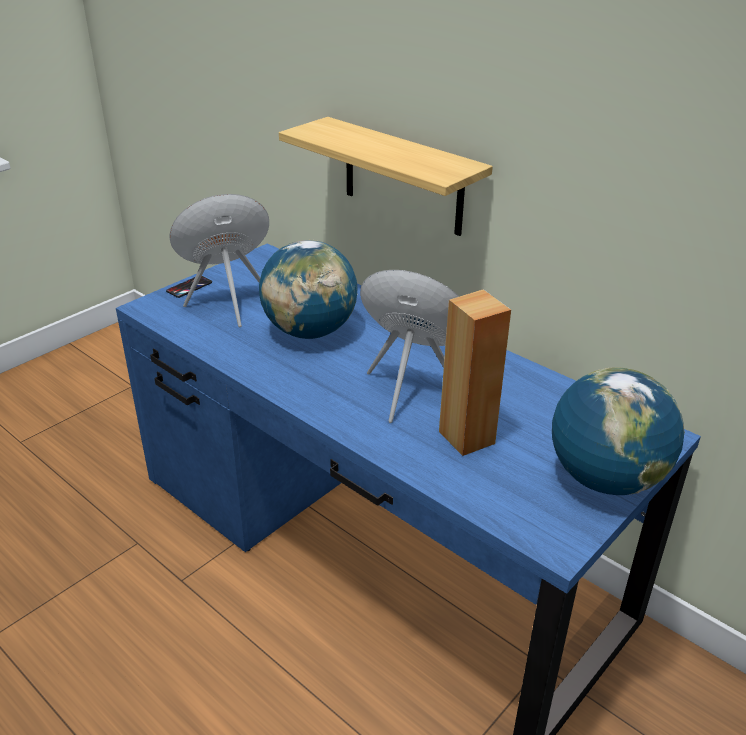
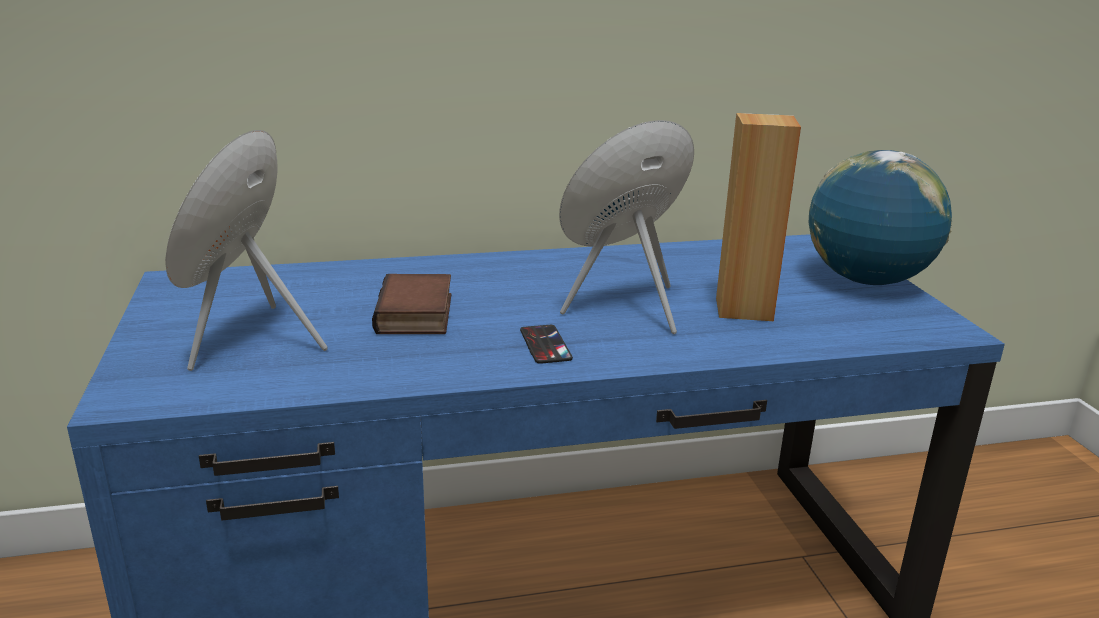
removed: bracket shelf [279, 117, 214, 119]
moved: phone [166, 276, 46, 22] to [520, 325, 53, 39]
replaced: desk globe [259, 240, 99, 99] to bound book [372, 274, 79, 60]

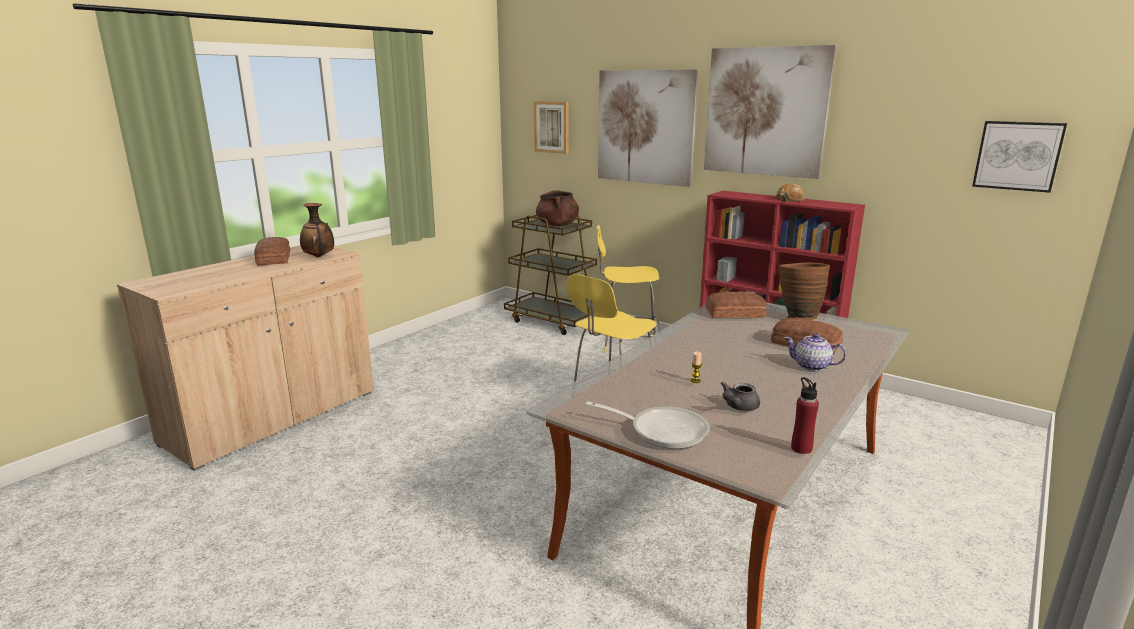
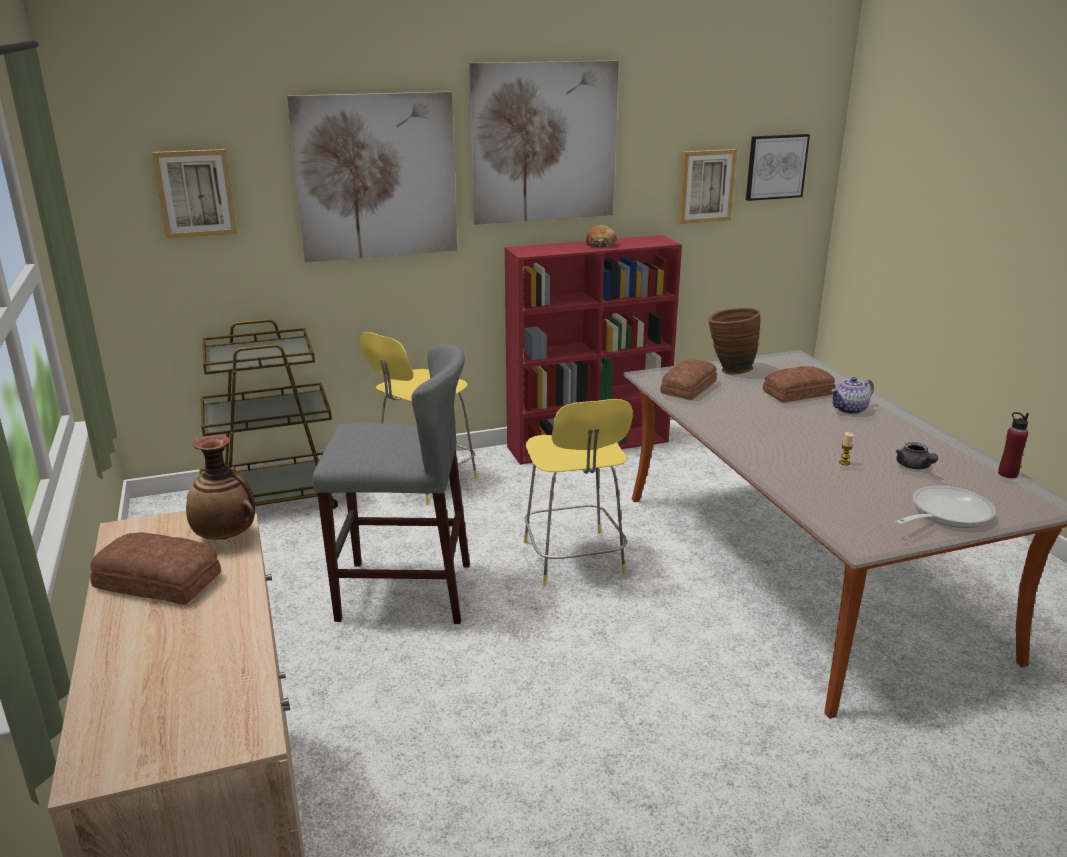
removed: saucepot/brownish [536, 190, 43, 36]
added: stool seat/grey [312, 344, 158, 280]; wall picture [678, 149, 59, 75]

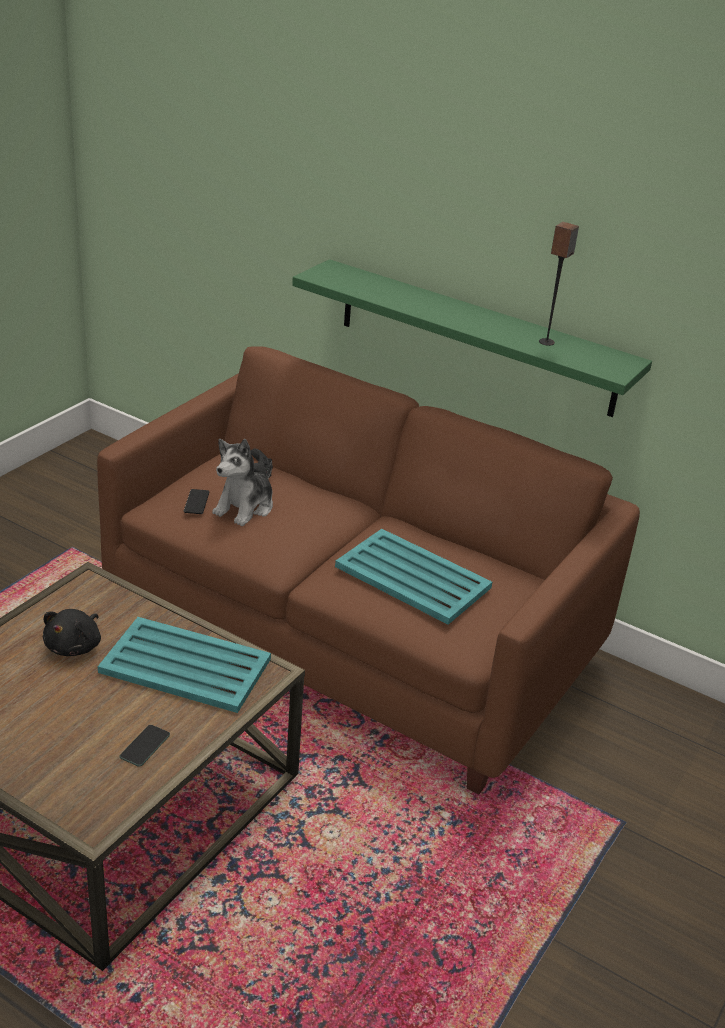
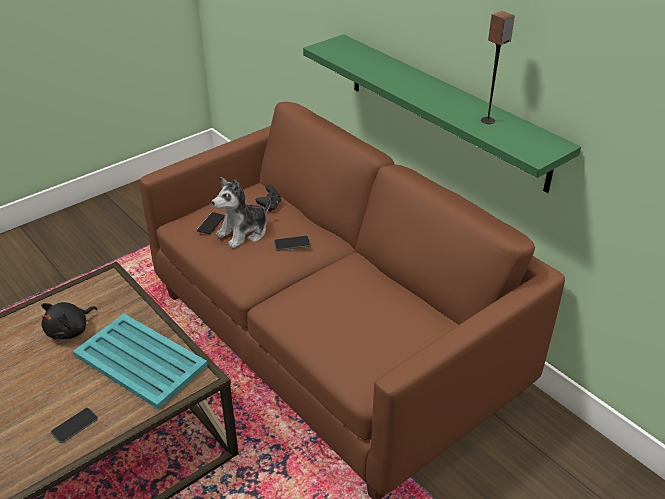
removed: serving tray/blue-green [335, 529, 157, 96]
added: phone [274, 236, 36, 14]

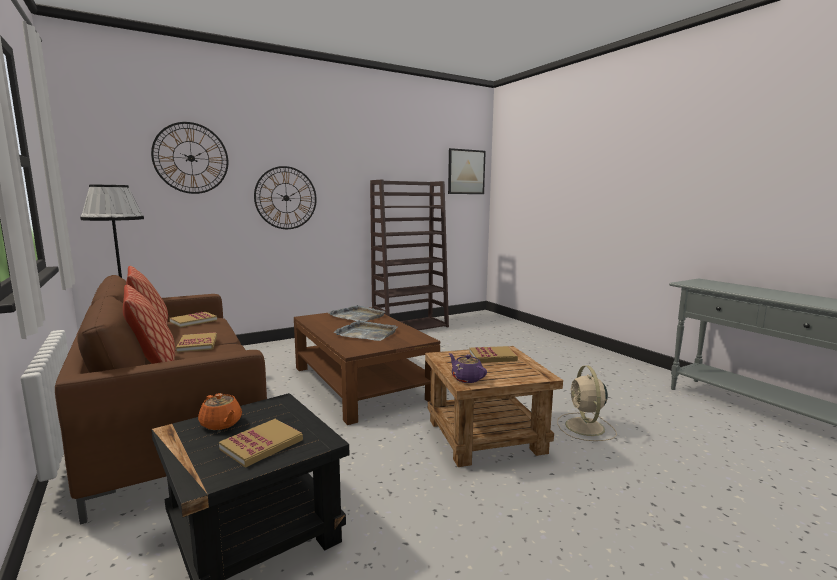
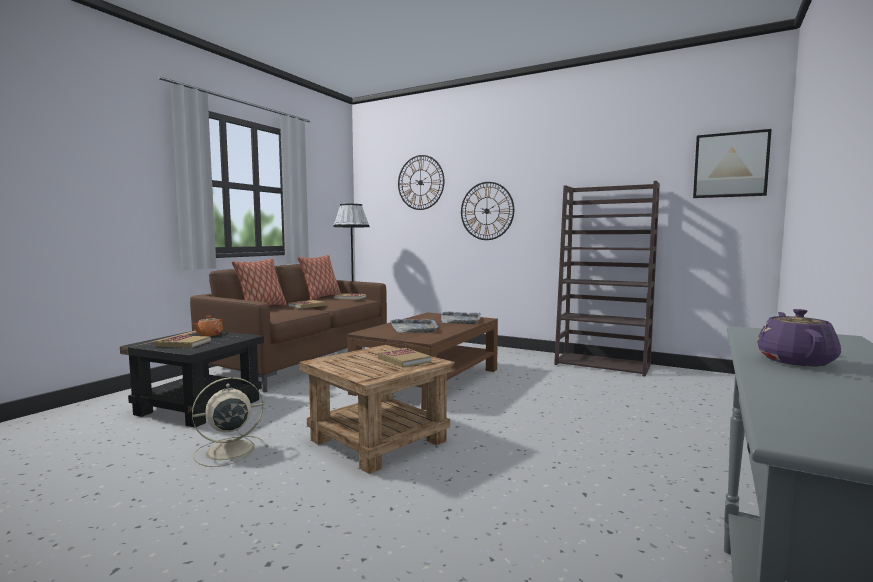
moved: tea pot/purple-coloured [449, 353, 38, 30] to [757, 309, 84, 57]; electric fan/beige [557, 366, 60, 75] to [192, 377, 76, 90]

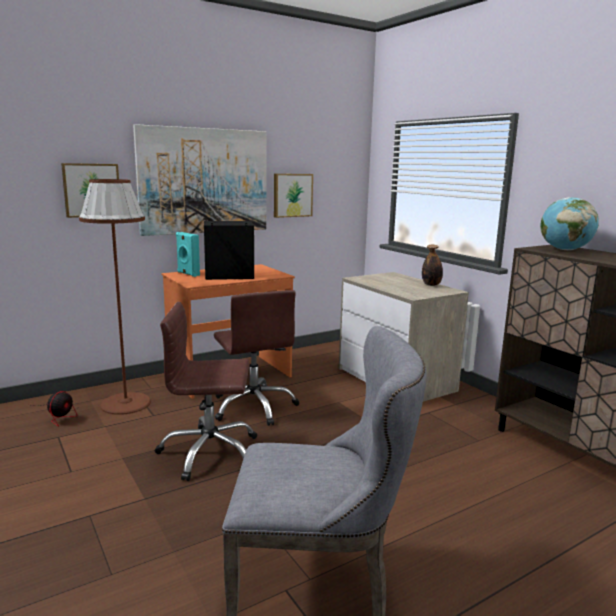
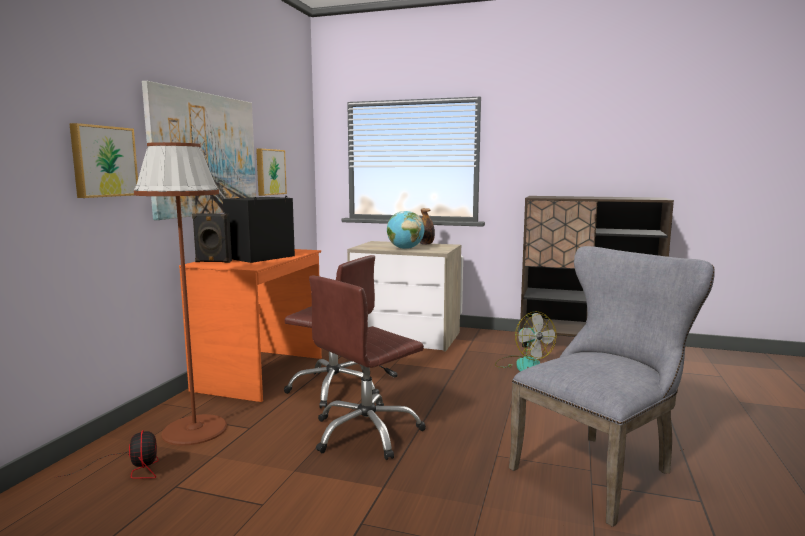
added: electric fan [495, 311, 61, 61]
moved: desk globe [540, 197, 59, 53] to [387, 211, 37, 38]
recoloured: loudspeaker/blue-green [176, 232, 24, 45] to loudspeaker/black-coloured [192, 213, 40, 50]

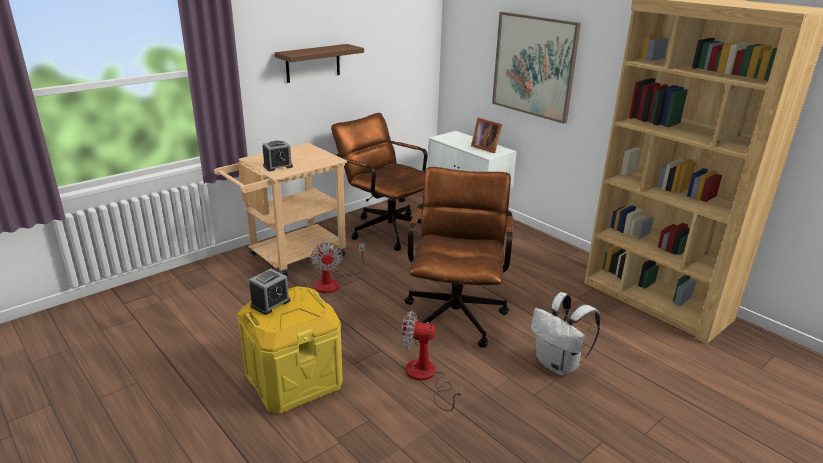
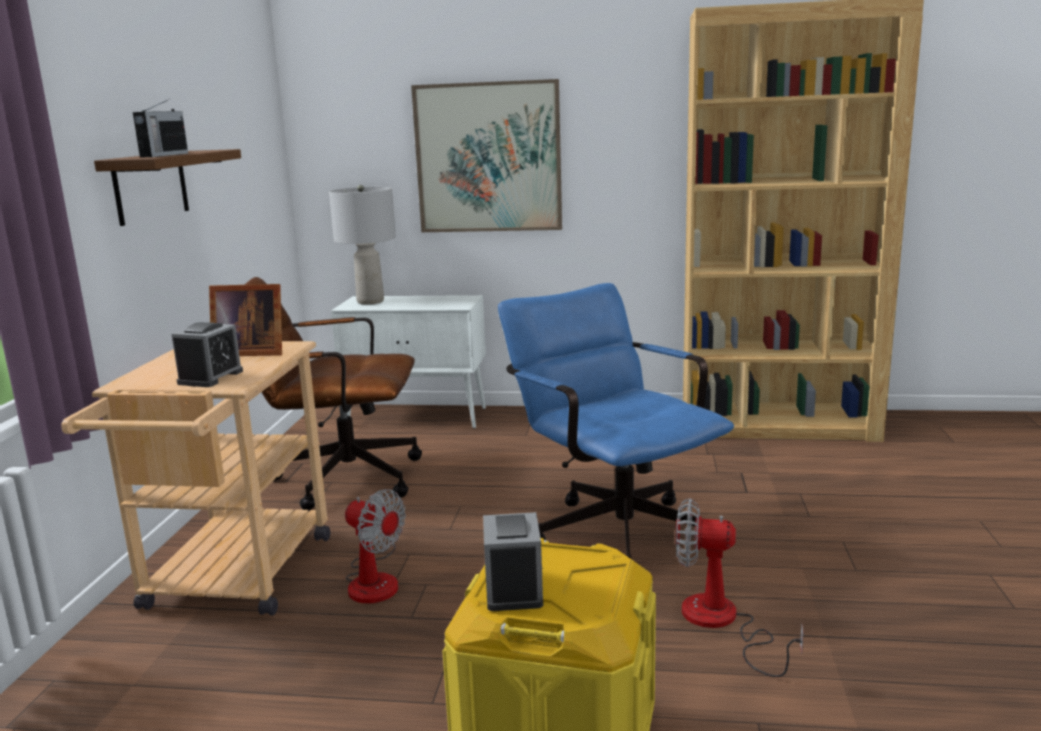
removed: knapsack/white [531, 292, 70, 84]
added: radio set [133, 99, 55, 59]; tabletop lamp/grey [329, 185, 67, 119]
moved: photo frame [471, 118, 31, 35] to [209, 284, 73, 72]
recoloured: computer chair/brownish [404, 167, 109, 181] to computer chair/blue-coloured [498, 283, 236, 276]
turned: electric fan [401, 311, 61, 100] = [675, 498, 128, 179] 45 degrees clockwise

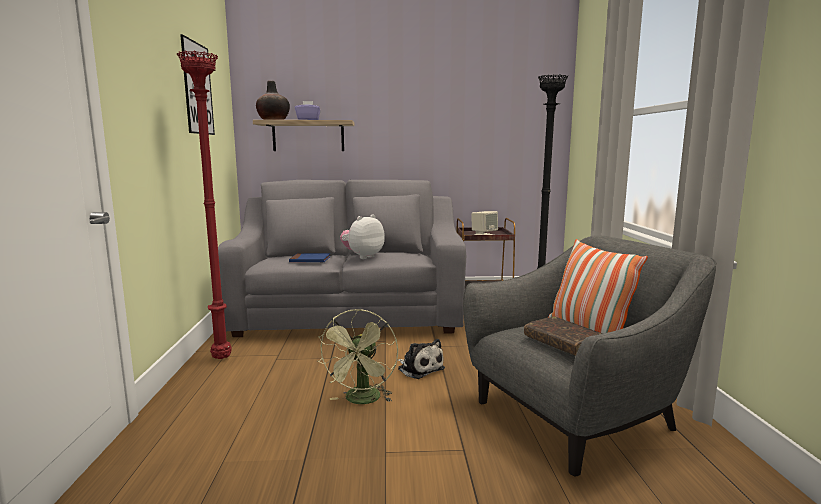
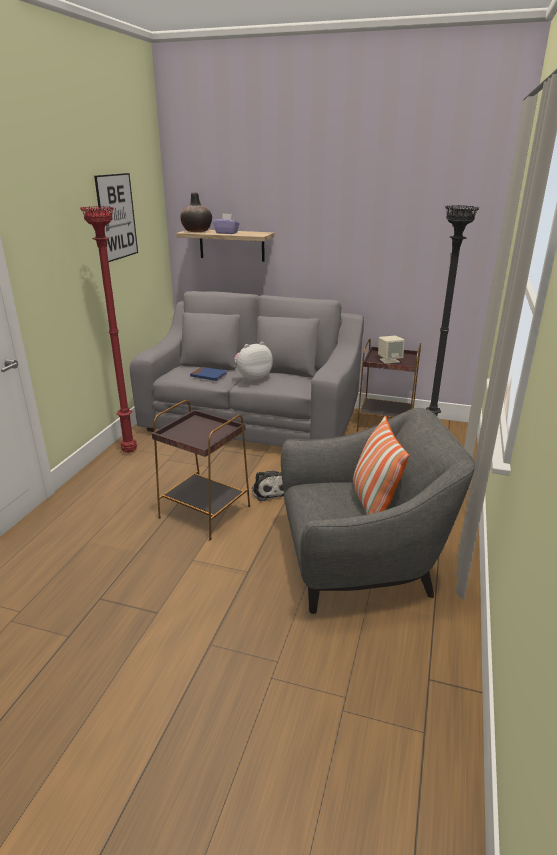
removed: bound book/brownish [524, 316, 78, 40]
replaced: electric fan/green [318, 309, 80, 95] to accent table/brownish [152, 400, 98, 140]

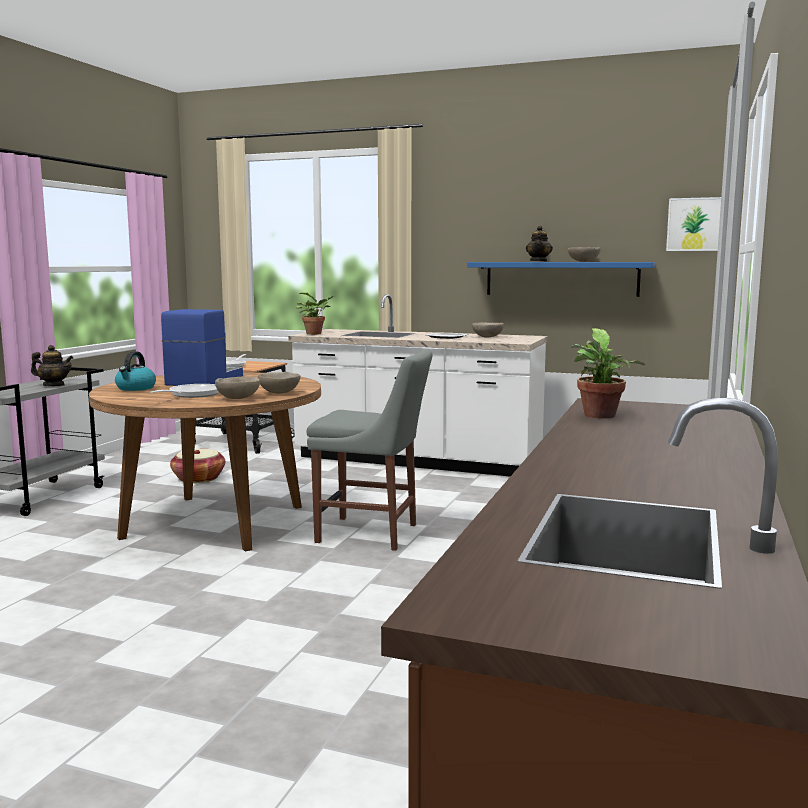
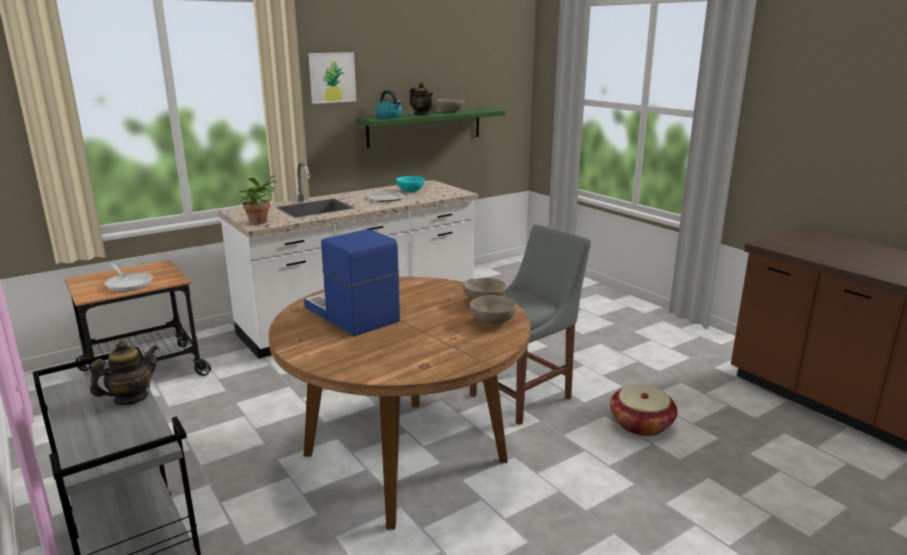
removed: skillet [150, 384, 69, 14]; potted plant [571, 328, 74, 91]
moved: tea kettle [115, 351, 41, 40] to [375, 90, 28, 28]; household basket [170, 449, 55, 34] to [610, 385, 68, 51]; wall picture [666, 197, 55, 54] to [308, 52, 48, 52]
recoloured: bracket shelf/blue-coloured [467, 262, 188, 35] to bracket shelf/green [355, 108, 150, 40]; bowl/beige [472, 322, 32, 16] to bowl/blue-green [396, 176, 29, 16]

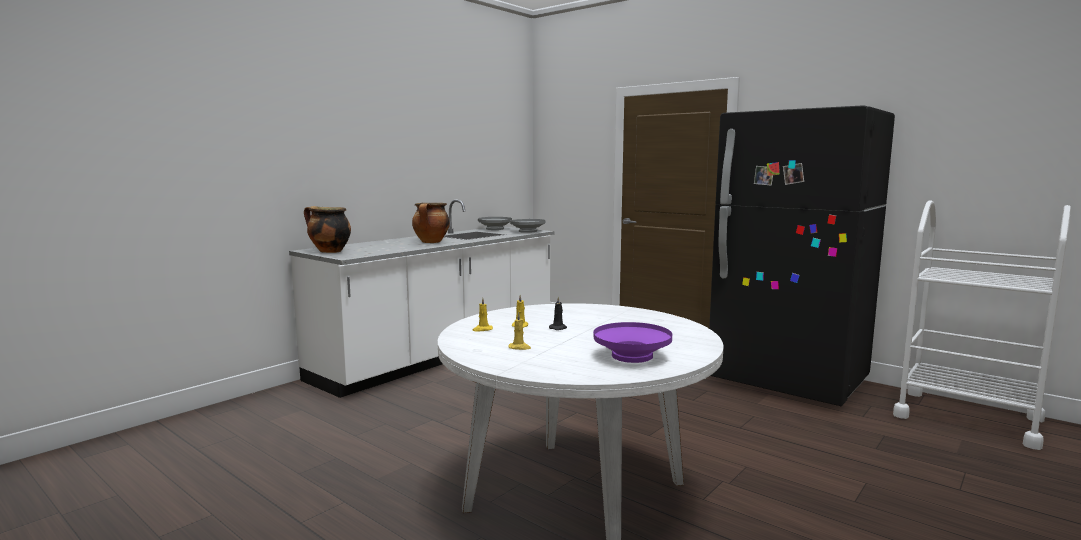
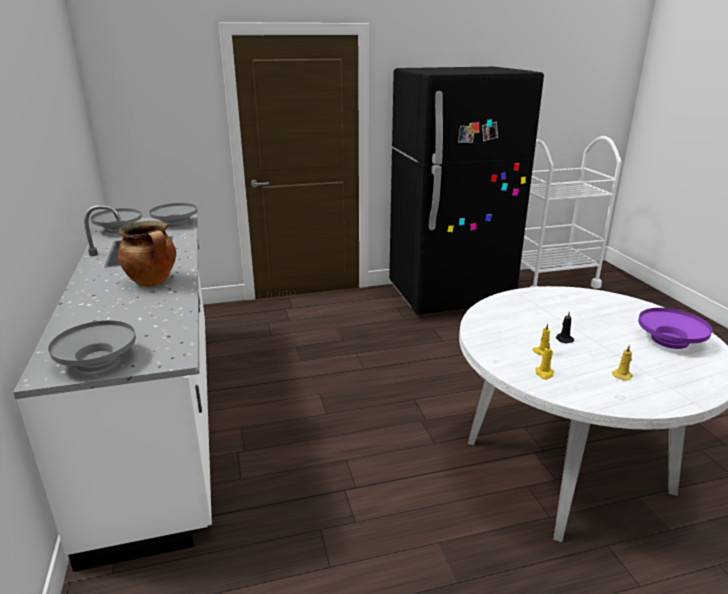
replaced: saucepot [304, 206, 47, 47] to bowl/grey [48, 320, 88, 52]

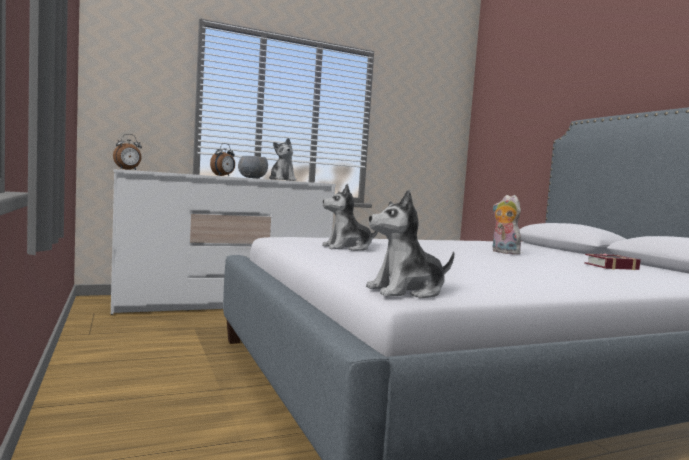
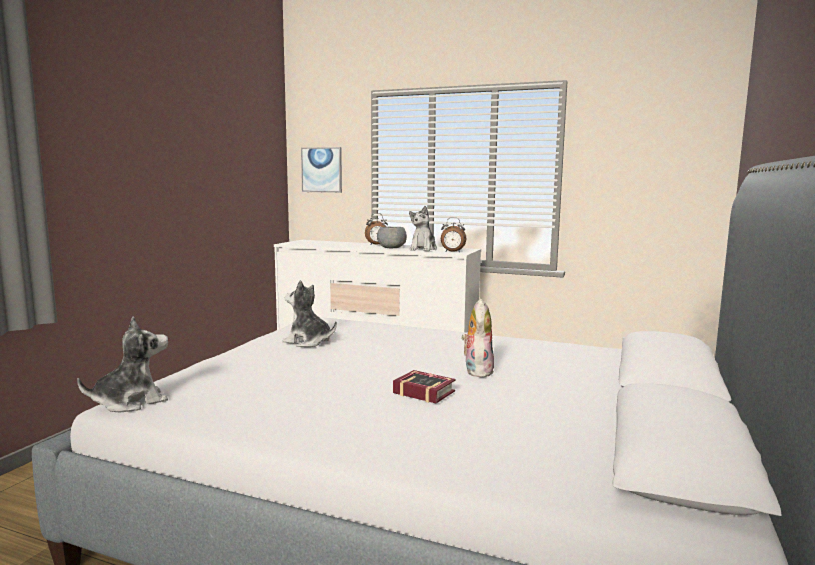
added: wall picture [301, 147, 41, 46]
moved: alarm clock [113, 134, 29, 36] to [441, 217, 25, 35]; bound book [584, 254, 57, 16] to [393, 370, 62, 33]
turned: cuddly toy [366, 190, 88, 108] = [77, 317, 91, 95] 120 degrees clockwise

